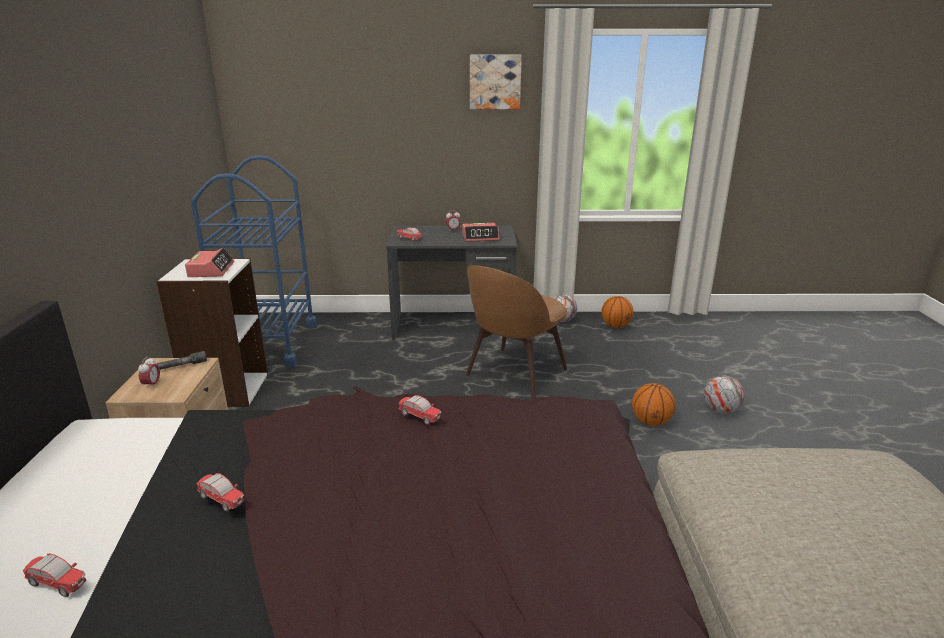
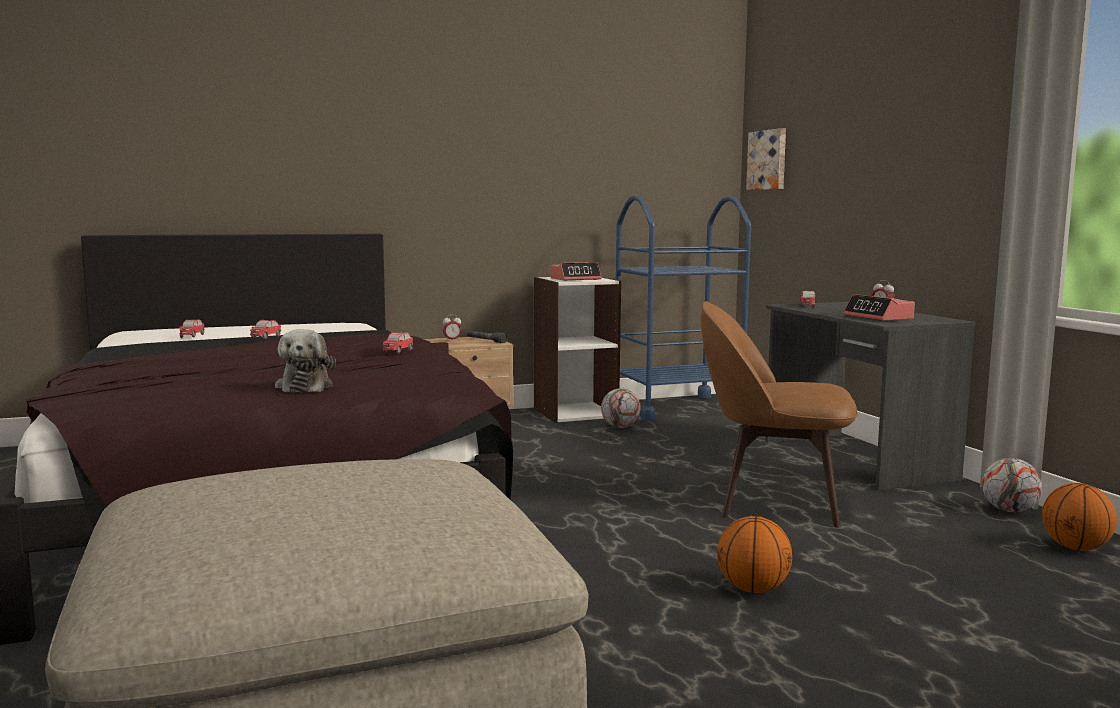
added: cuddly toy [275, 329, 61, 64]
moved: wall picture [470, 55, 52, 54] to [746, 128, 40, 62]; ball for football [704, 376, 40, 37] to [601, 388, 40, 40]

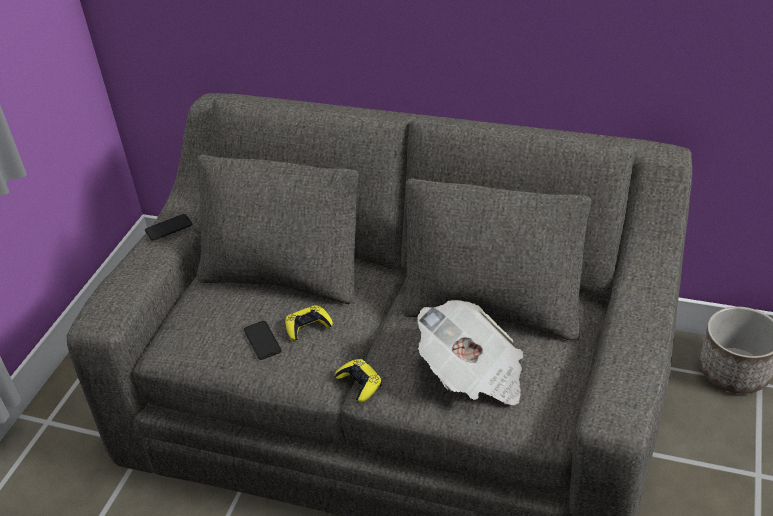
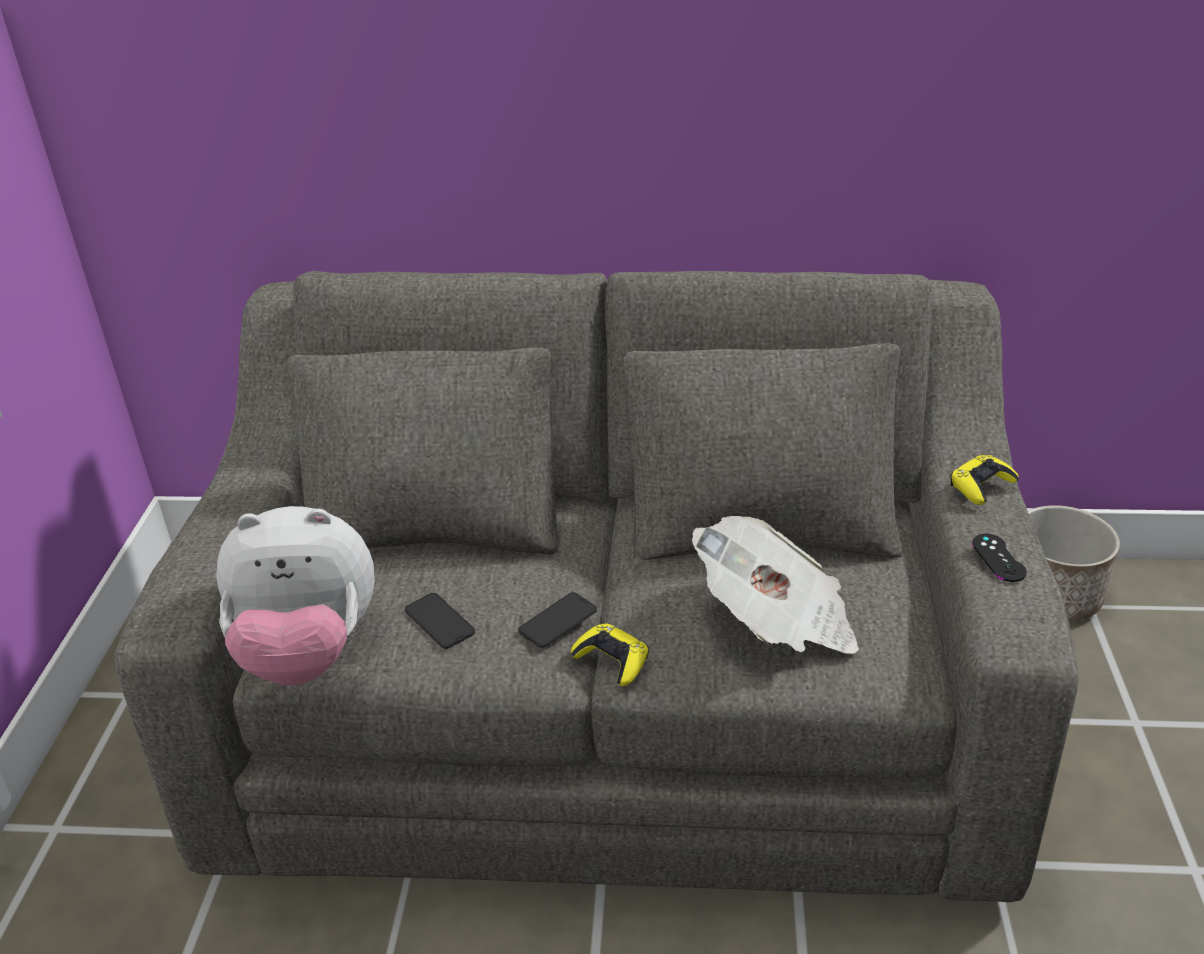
added: cuddly toy [216, 506, 159, 179]; game controller/black-coloured [972, 534, 55, 48]
moved: phone [145, 214, 47, 27] to [518, 592, 79, 56]; game controller/yellow [285, 305, 48, 37] to [950, 455, 69, 50]

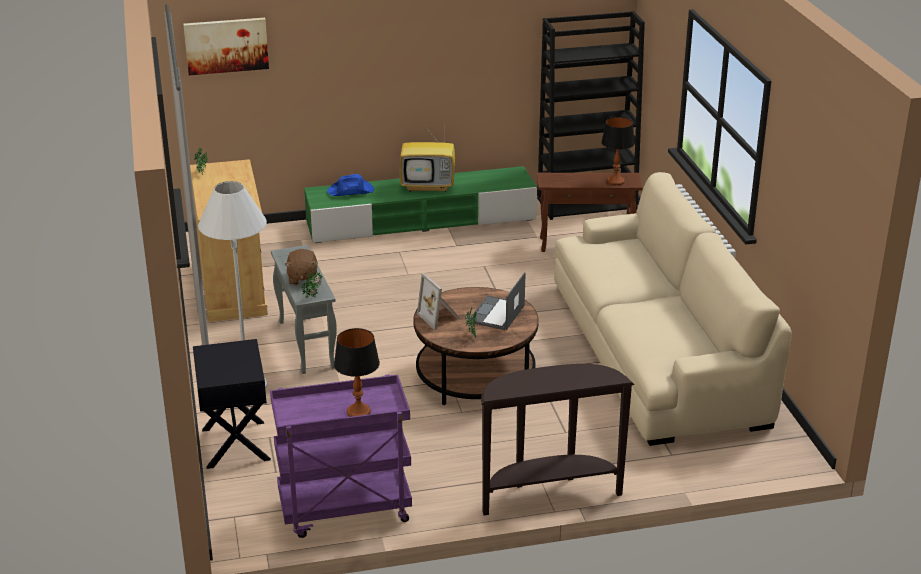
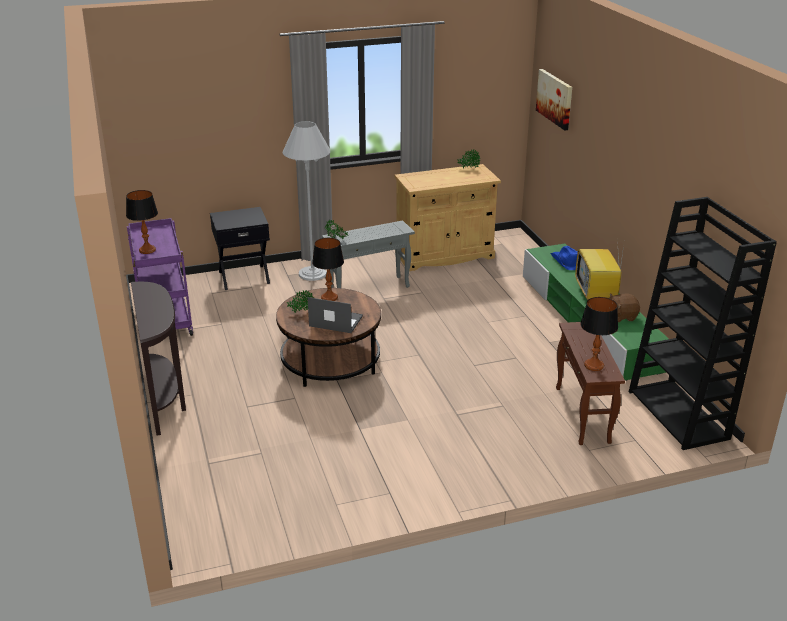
removed: couch/beige [554, 172, 238, 274]
moved: cuddly toy/brownish [284, 249, 34, 36] to [609, 294, 31, 28]
replaced: photo frame [417, 273, 44, 57] to tabletop lamp [312, 238, 32, 63]

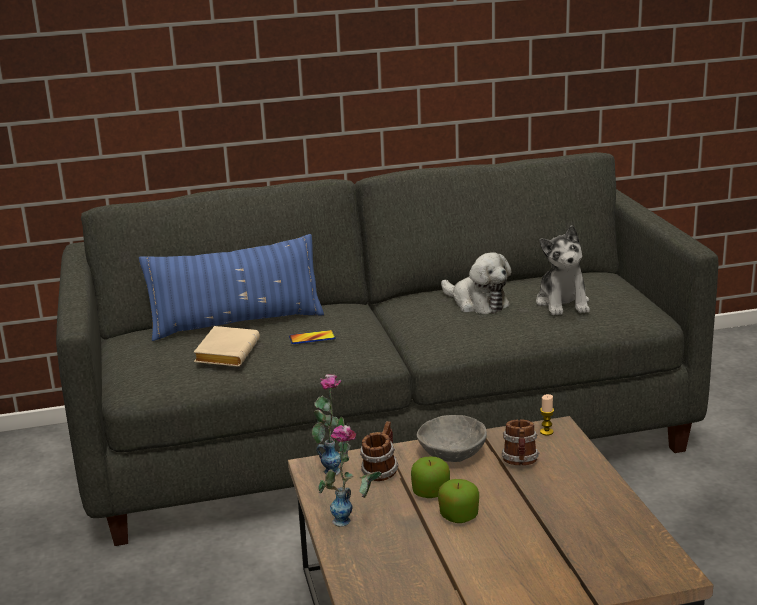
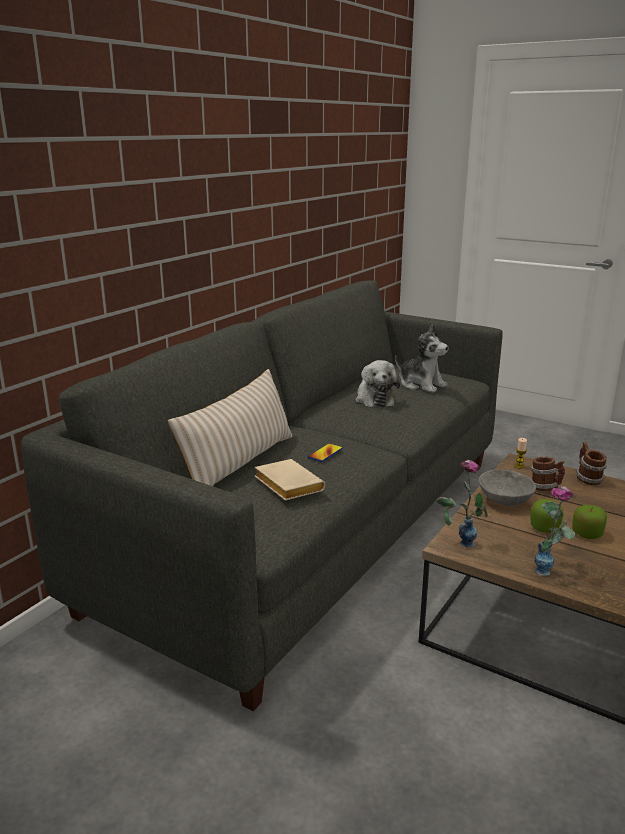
moved: tea mug [360, 421, 39, 60] to [576, 442, 31, 43]
recoloured: throw pillow/blue-coloured [139, 234, 185, 107] to throw pillow/beige [168, 369, 125, 117]
turned: cuddly toy [441, 252, 71, 62] = [355, 360, 45, 48] 75 degrees clockwise

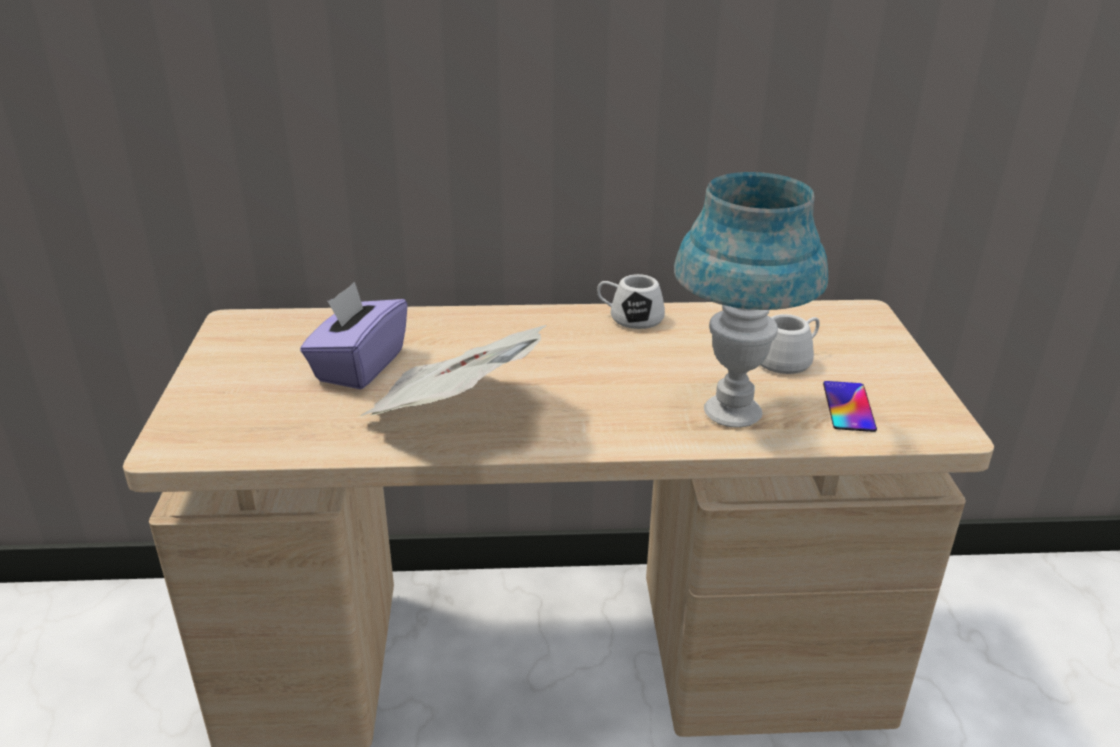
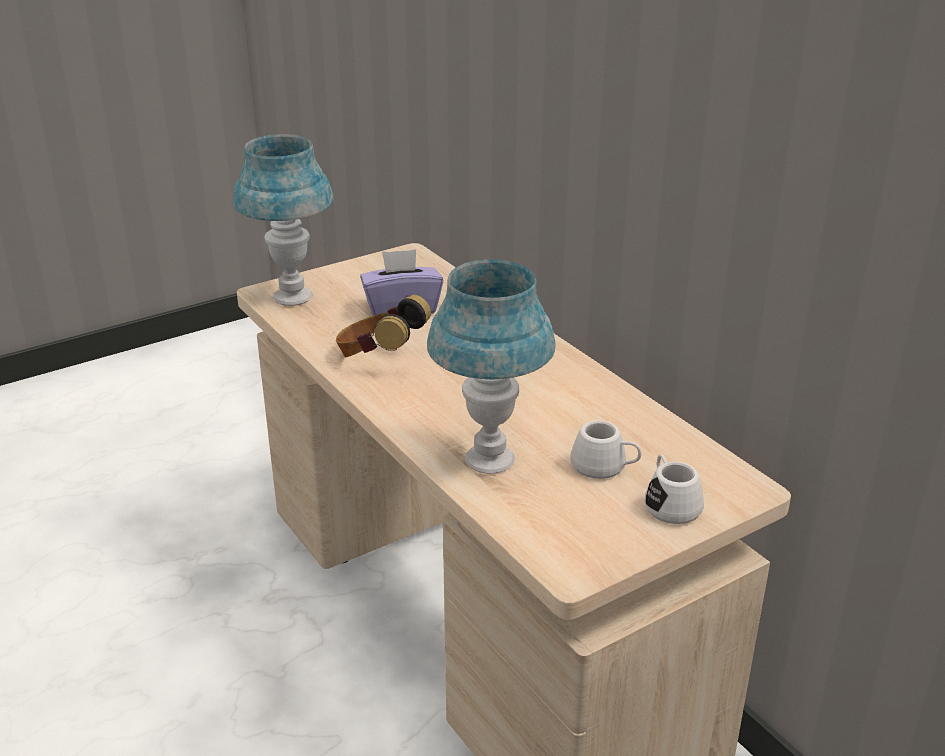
removed: phone [823, 381, 54, 51]
added: tabletop lamp/blue-coloured [233, 134, 100, 172]
moved: tea mug/white [597, 274, 68, 55] to [644, 454, 60, 70]
replaced: printed paper [361, 325, 186, 91] to pair of headphones [336, 295, 95, 62]

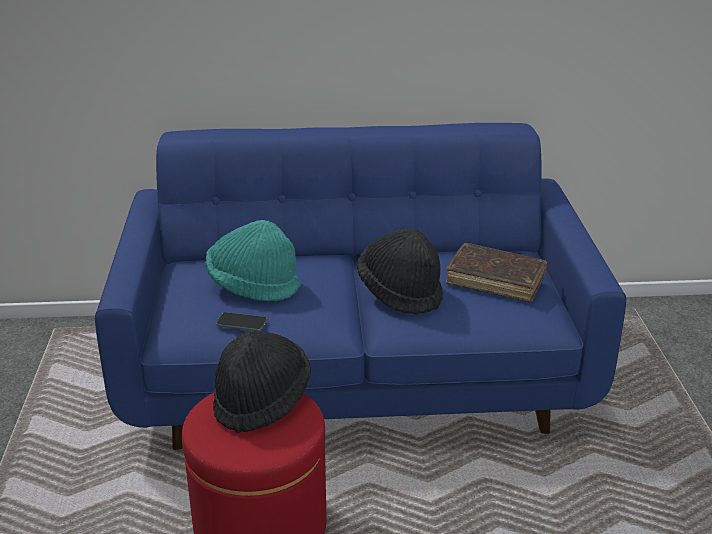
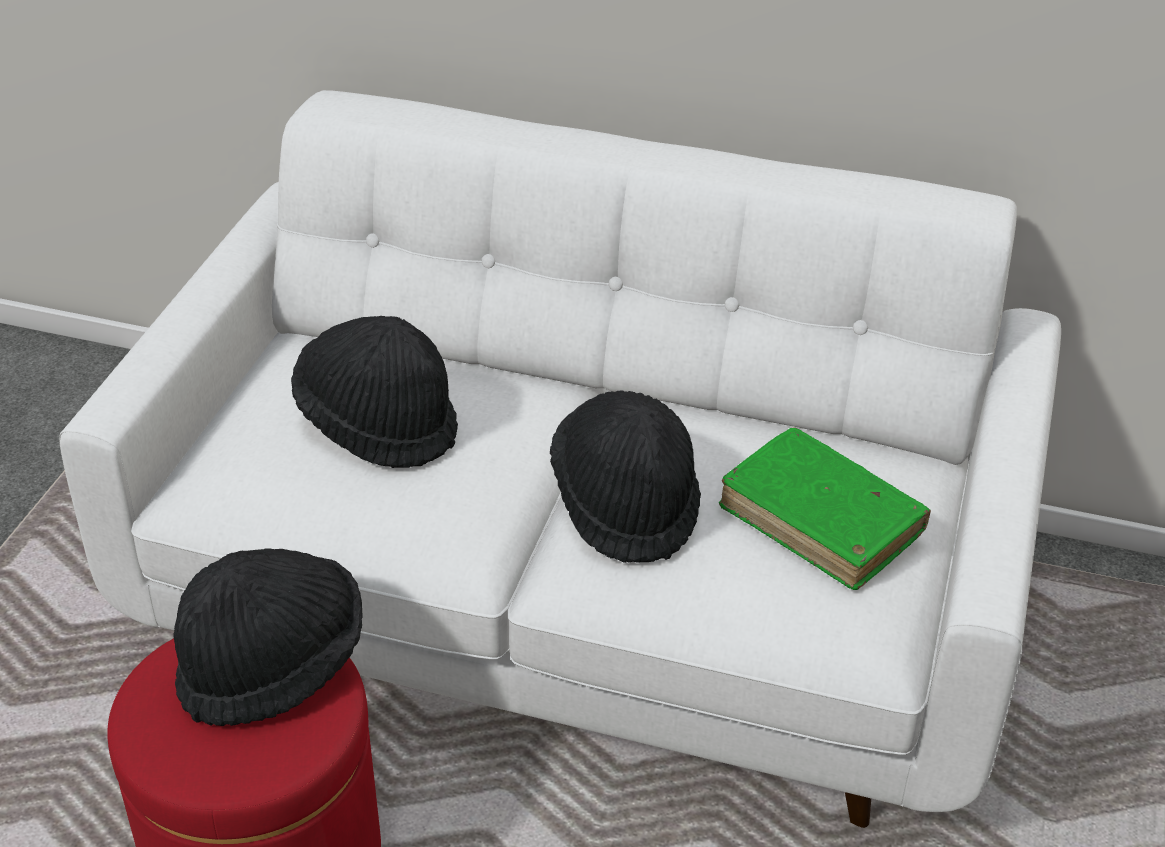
removed: phone [216, 312, 52, 19]
recoloured: couch/blue-coloured [95, 123, 531, 327] to couch/white [59, 90, 1002, 738]; clothing hat/blue-green [205, 220, 96, 81] to clothing hat/black-coloured [291, 316, 167, 152]; bound book/brownish [445, 243, 102, 59] to bound book/green [719, 427, 212, 163]

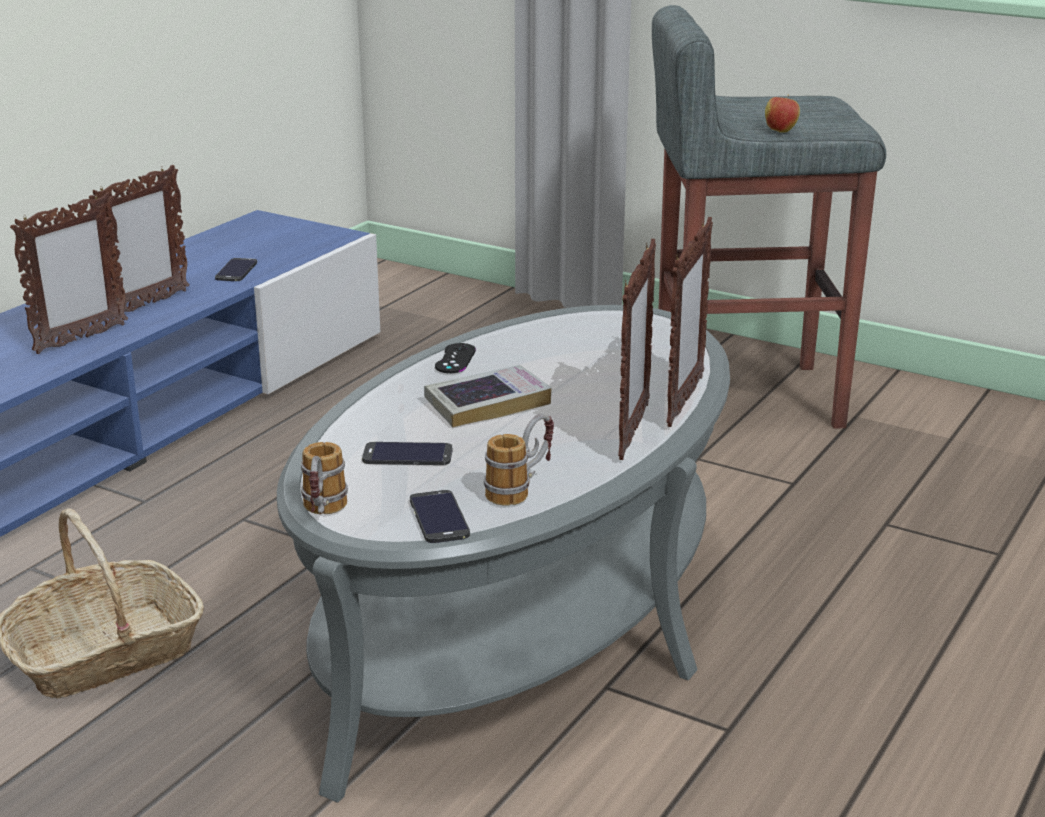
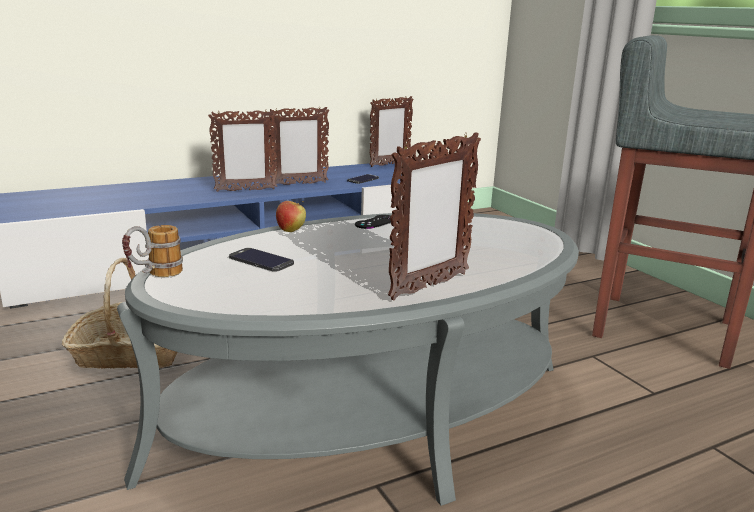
removed: phone [410, 490, 60, 53]; bound book [424, 365, 128, 63]; tea mug [484, 414, 70, 92]
moved: photo frame [667, 217, 46, 210] to [370, 96, 44, 71]; apple fruit [765, 95, 35, 38] to [276, 201, 30, 31]

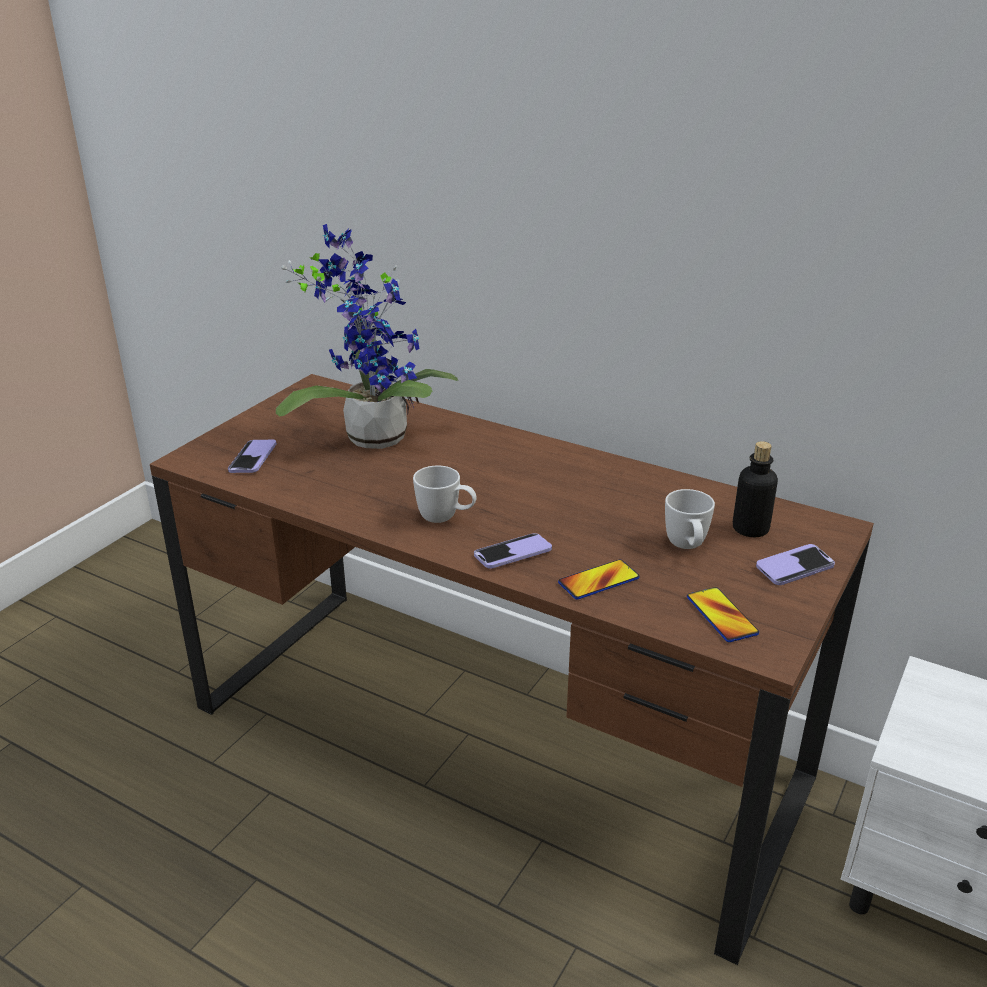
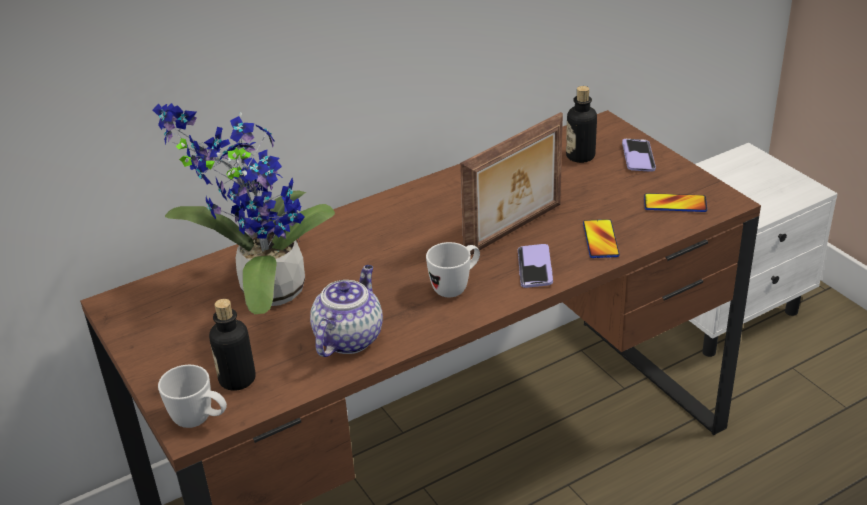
added: tea pot [310, 265, 73, 92]; photo frame [460, 112, 103, 143]
moved: tea mug/white [665, 489, 50, 60] to [158, 365, 69, 63]
replaced: phone [228, 440, 49, 33] to drink bottle [209, 299, 47, 92]

